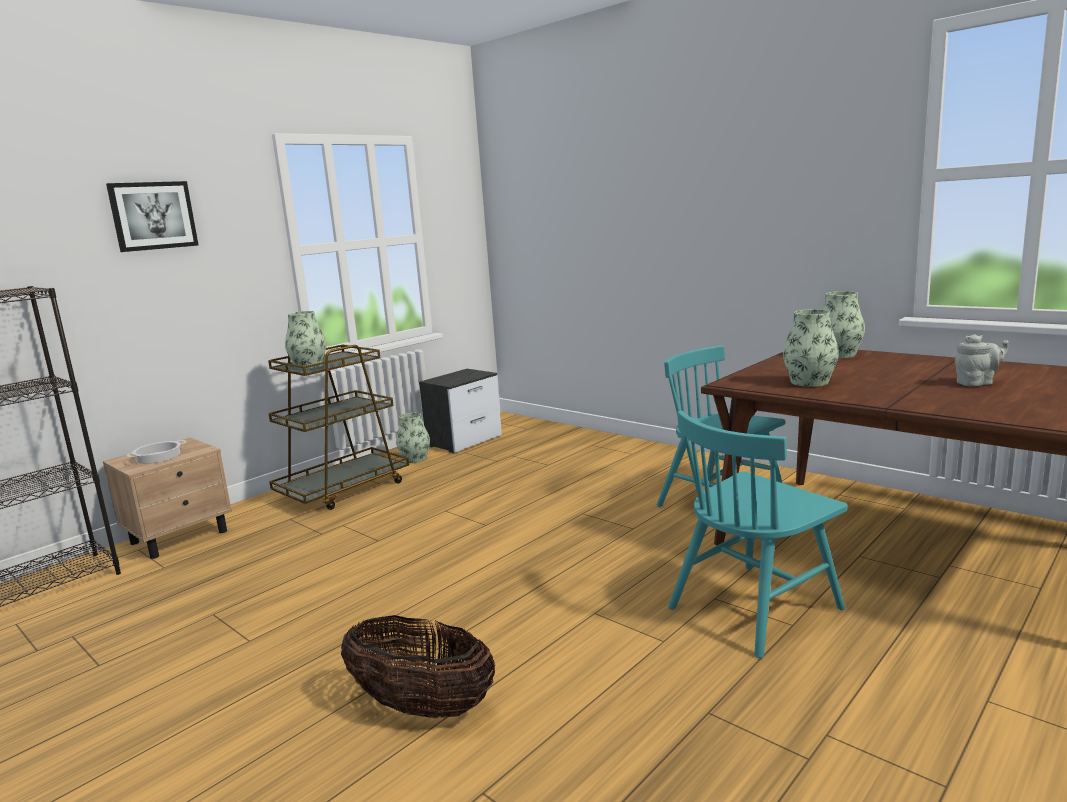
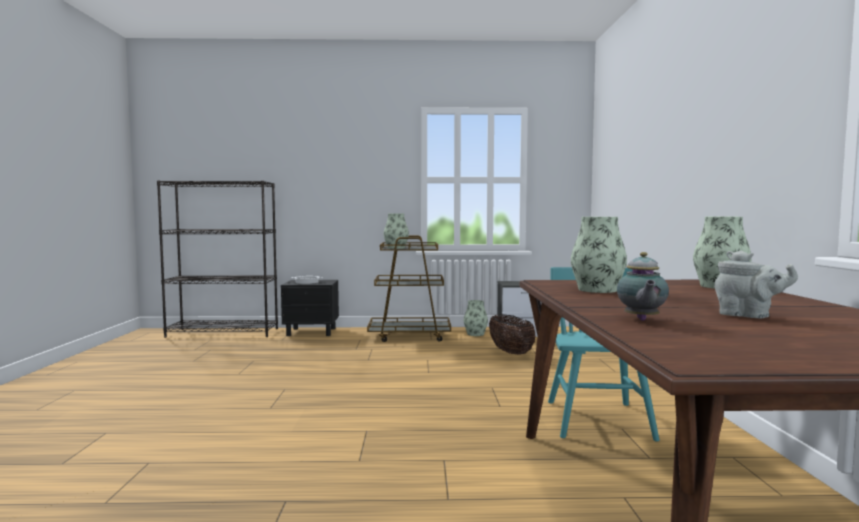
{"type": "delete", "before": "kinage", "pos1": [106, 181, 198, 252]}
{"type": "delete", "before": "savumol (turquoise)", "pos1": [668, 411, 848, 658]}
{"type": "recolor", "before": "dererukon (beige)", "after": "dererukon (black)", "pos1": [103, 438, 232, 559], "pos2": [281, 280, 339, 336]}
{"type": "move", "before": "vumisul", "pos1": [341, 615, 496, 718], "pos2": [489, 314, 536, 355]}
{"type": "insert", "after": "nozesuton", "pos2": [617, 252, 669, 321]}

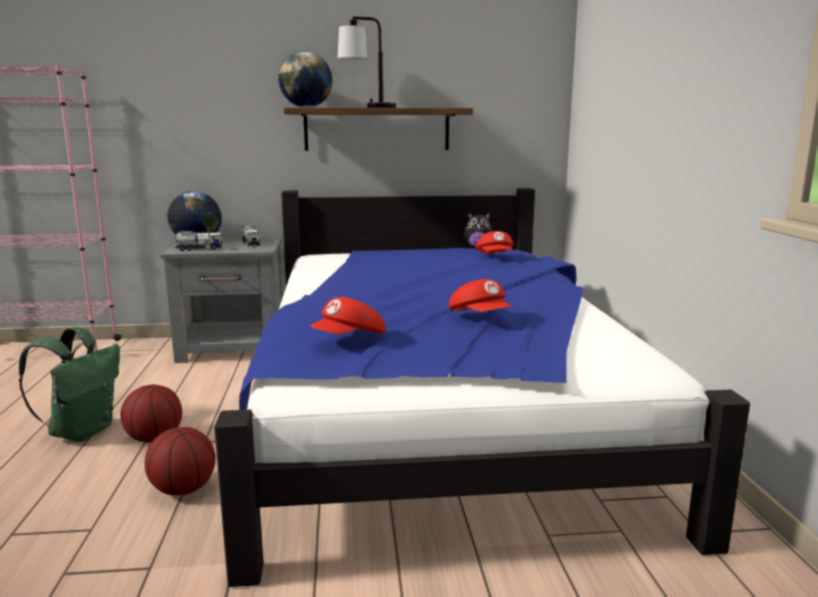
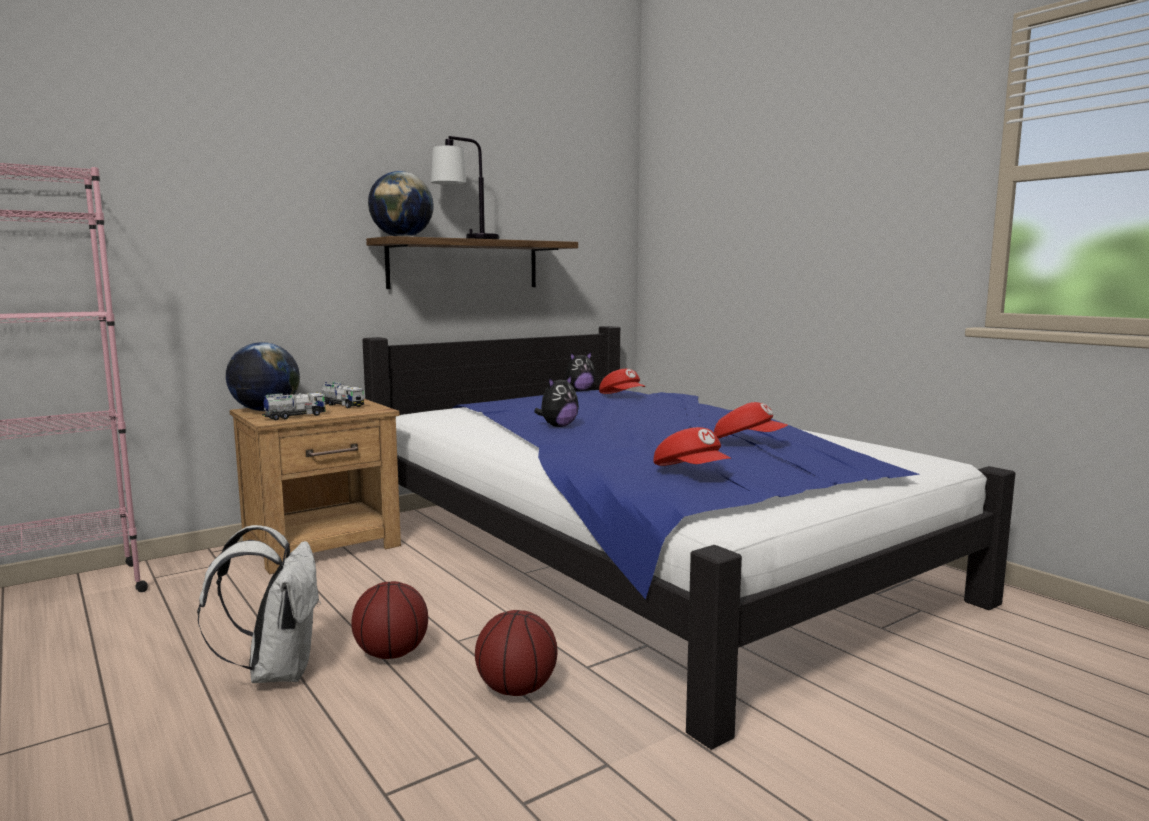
{"type": "recolor", "before": "dererukon (grey)", "after": "dererukon (brown)", "pos1": [160, 238, 283, 363], "pos2": [230, 399, 401, 574]}
{"type": "rotate", "before": "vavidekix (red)", "pos1": [310, 297, 385, 334], "pos2": [653, 427, 731, 466], "turn": -45}
{"type": "recolor", "before": "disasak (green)", "after": "disasak (white)", "pos1": [19, 327, 120, 442], "pos2": [197, 525, 321, 683]}
{"type": "insert", "after": "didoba", "pos2": [534, 375, 579, 427]}

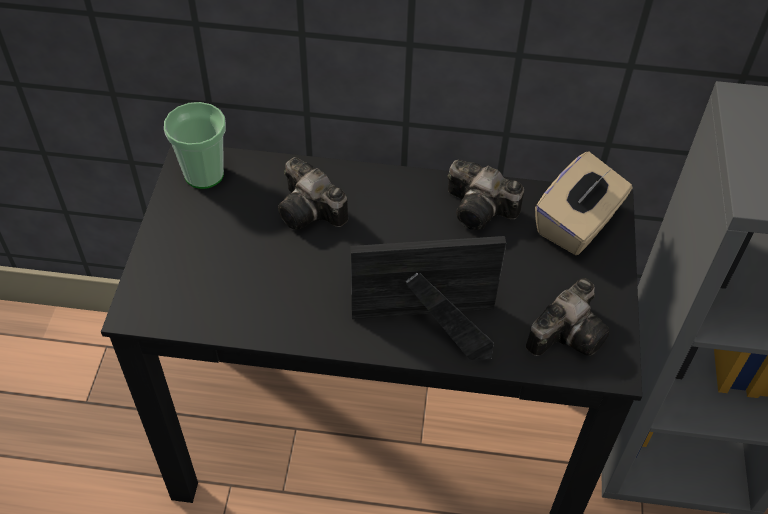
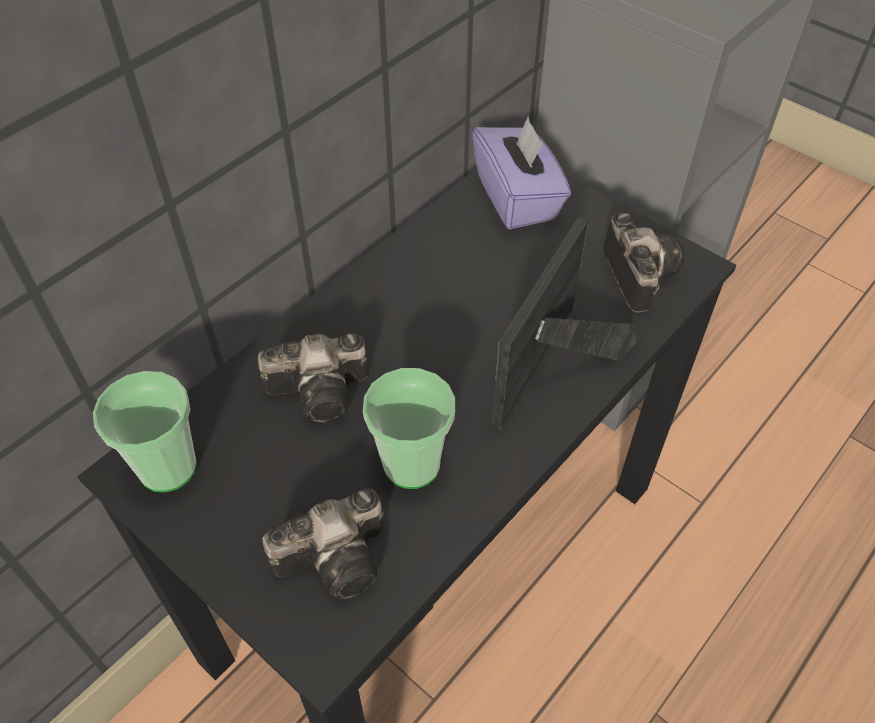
{"type": "recolor", "before": "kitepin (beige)", "after": "kitepin (purple)", "pos1": [535, 152, 633, 255], "pos2": [472, 116, 571, 229]}
{"type": "move", "before": "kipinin", "pos1": [447, 160, 524, 230], "pos2": [262, 489, 384, 599]}
{"type": "insert", "after": "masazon", "pos2": [363, 368, 455, 489]}

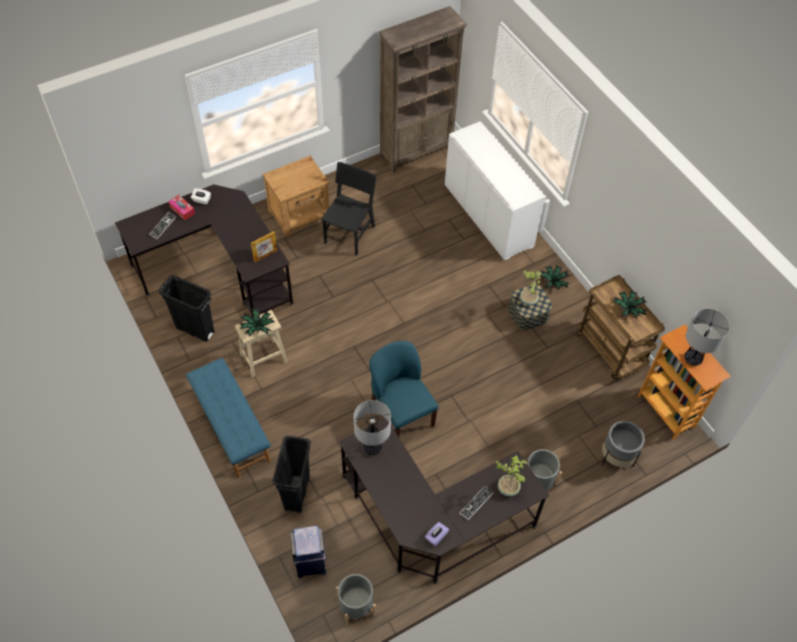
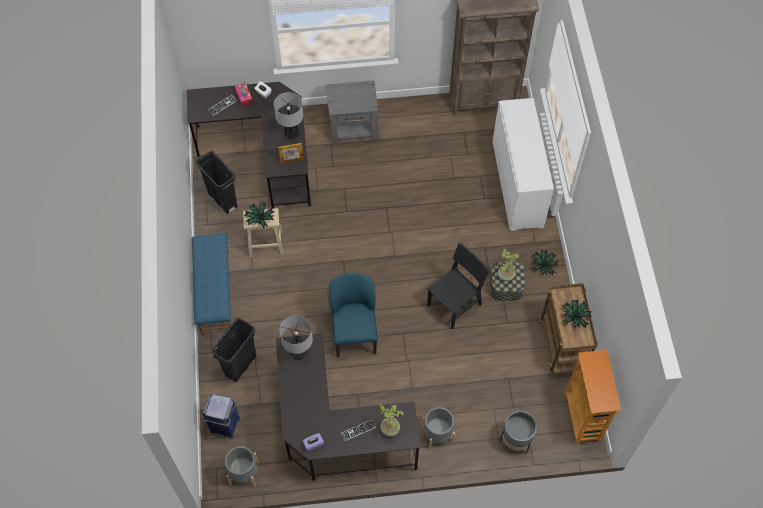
{"type": "recolor", "before": "dererukon (brown)", "after": "dererukon (grey)", "pos1": [262, 156, 329, 237], "pos2": [326, 80, 379, 144]}
{"type": "move", "before": "savumol (black)", "pos1": [321, 162, 377, 256], "pos2": [427, 243, 490, 329]}
{"type": "move", "before": "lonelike", "pos1": [684, 309, 730, 366], "pos2": [274, 92, 303, 139]}

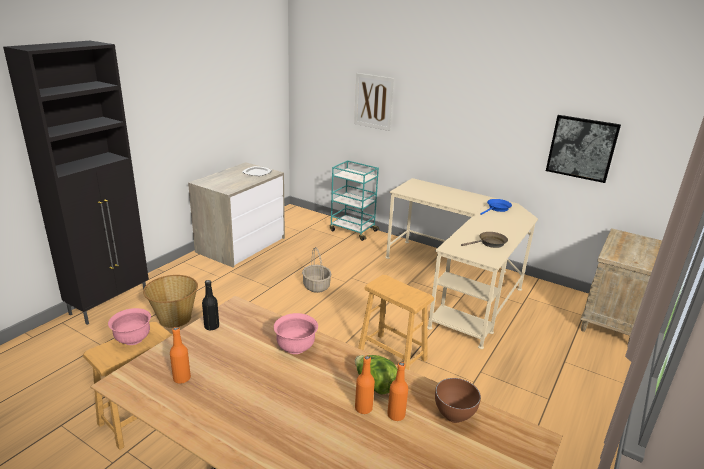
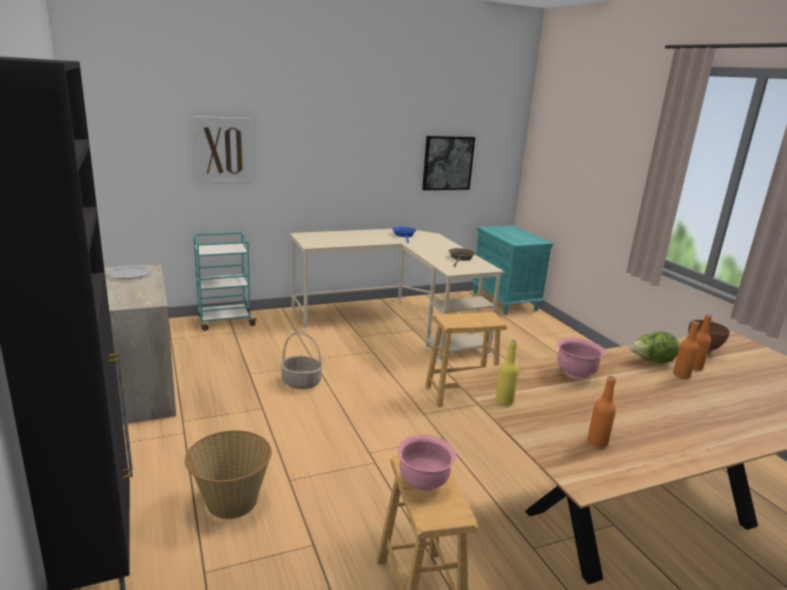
{"type": "recolor", "before": "dererukon (beige)", "after": "dererukon (turquoise)", "pos1": [580, 228, 662, 343], "pos2": [471, 226, 553, 315]}
{"type": "recolor", "before": "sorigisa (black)", "after": "sorigisa (yellow)", "pos1": [202, 280, 219, 331], "pos2": [495, 340, 519, 405]}

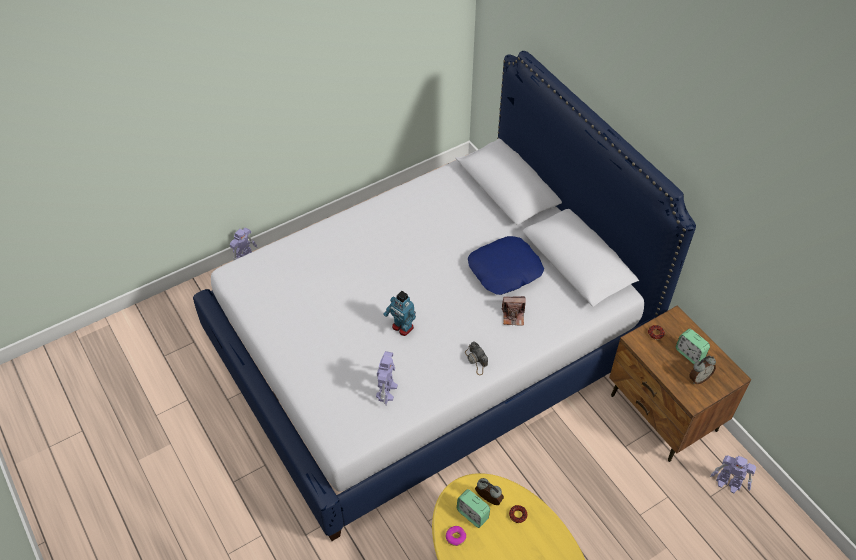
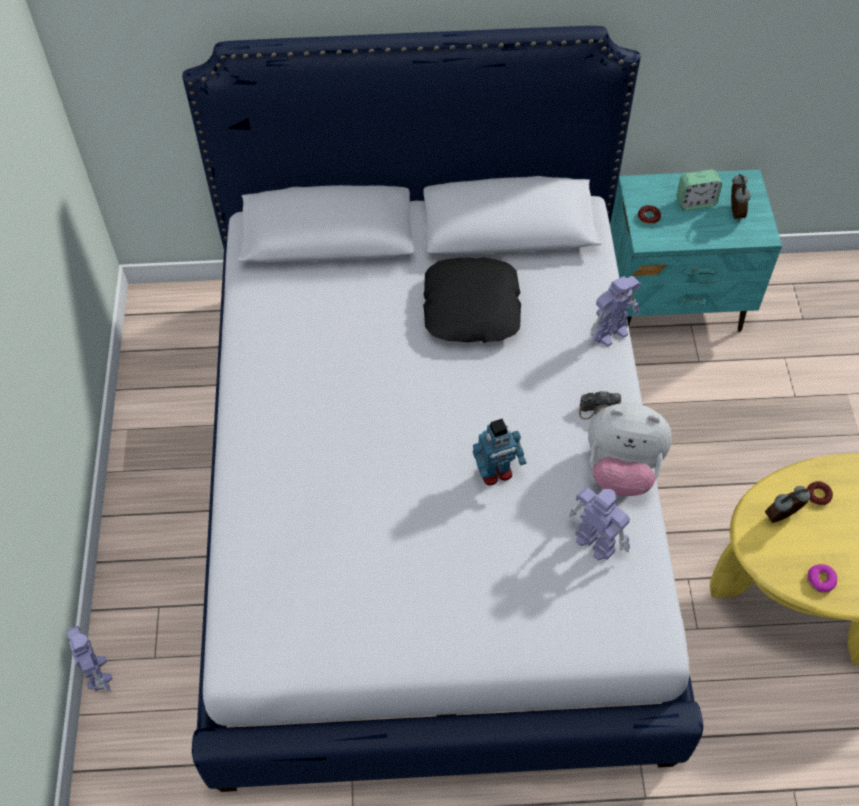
{"type": "recolor", "before": "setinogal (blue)", "after": "setinogal (black)", "pos1": [468, 236, 544, 295], "pos2": [423, 258, 521, 343]}
{"type": "delete", "before": "kipinin", "pos1": [501, 296, 525, 326]}
{"type": "recolor", "before": "dererukon (brown)", "after": "dererukon (turquoise)", "pos1": [609, 305, 751, 462], "pos2": [610, 169, 782, 332]}
{"type": "move", "before": "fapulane", "pos1": [710, 456, 756, 493], "pos2": [591, 276, 641, 347]}
{"type": "delete", "before": "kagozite", "pos1": [457, 489, 490, 528]}
{"type": "insert", "after": "didoba", "pos2": [588, 403, 672, 496]}

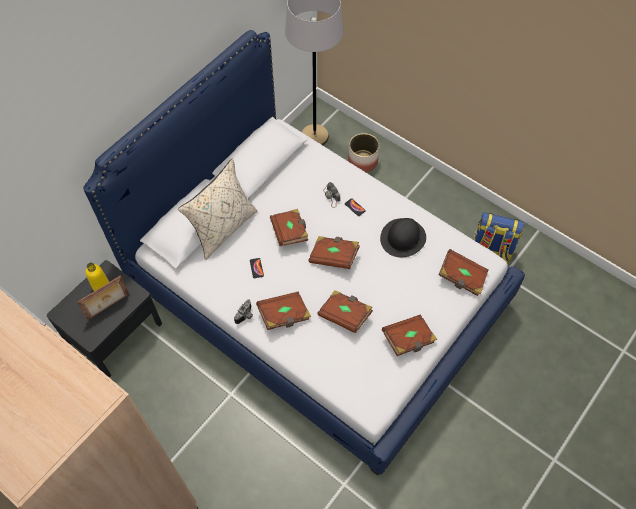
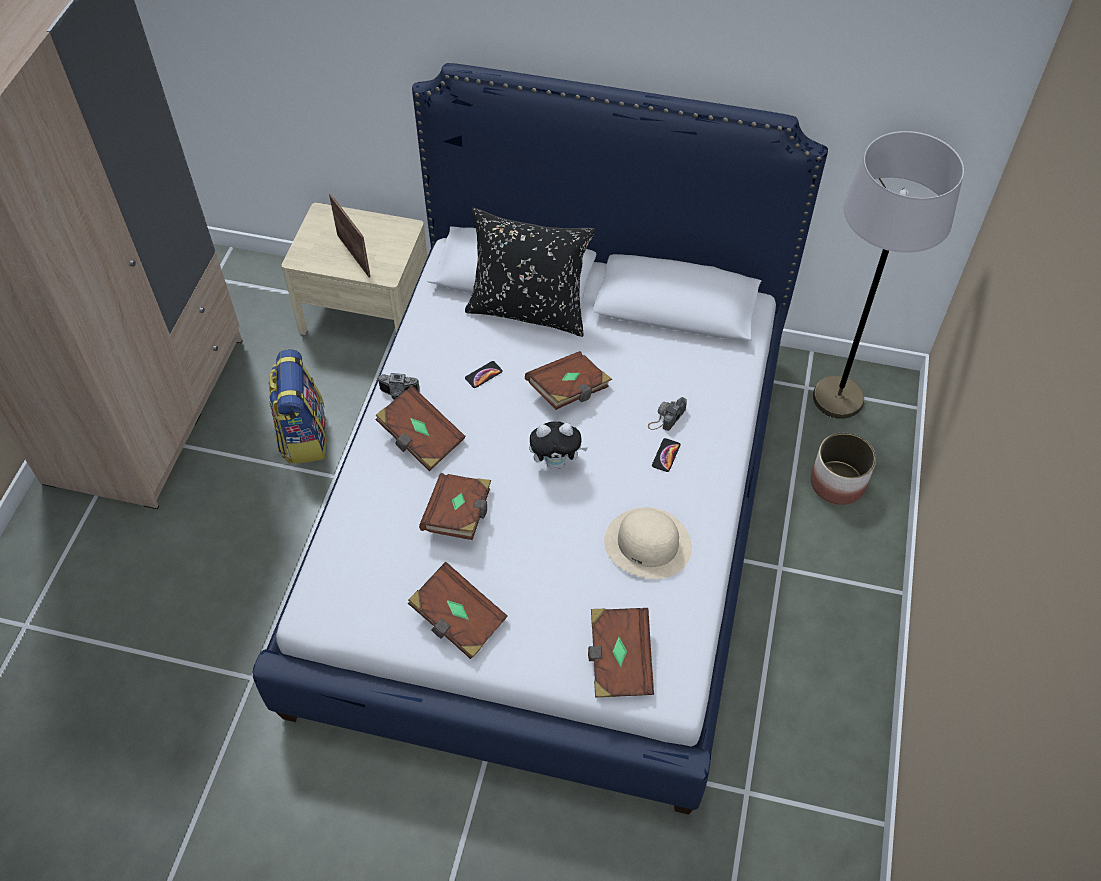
{"type": "recolor", "before": "setinogal (beige)", "after": "setinogal (black)", "pos1": [178, 159, 258, 260], "pos2": [465, 208, 595, 337]}
{"type": "move", "before": "disasak", "pos1": [473, 212, 525, 264], "pos2": [269, 349, 327, 464]}
{"type": "recolor", "before": "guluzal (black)", "after": "guluzal (beige)", "pos1": [380, 218, 426, 257], "pos2": [604, 507, 692, 579]}
{"type": "replace", "before": "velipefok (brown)", "after": "didoba", "pos1": [309, 236, 360, 269], "pos2": [529, 421, 588, 469]}
{"type": "recolor", "before": "dererukon (black)", "after": "dererukon (beige)", "pos1": [47, 260, 162, 377], "pos2": [282, 203, 428, 335]}
{"type": "delete", "before": "sorigisa (yellow)", "pos1": [86, 263, 109, 291]}
{"type": "rotate", "before": "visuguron", "pos1": [77, 275, 129, 320], "pos2": [329, 194, 370, 278], "turn": -150}

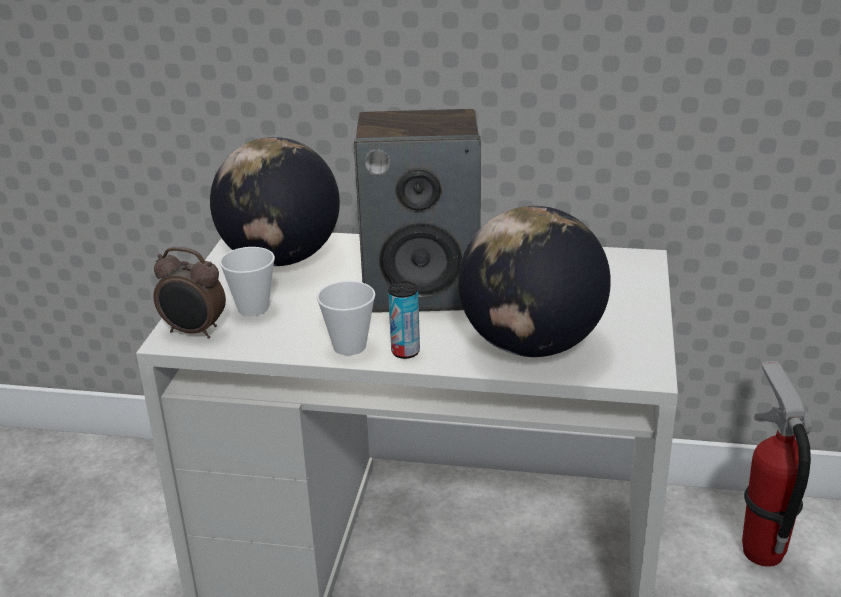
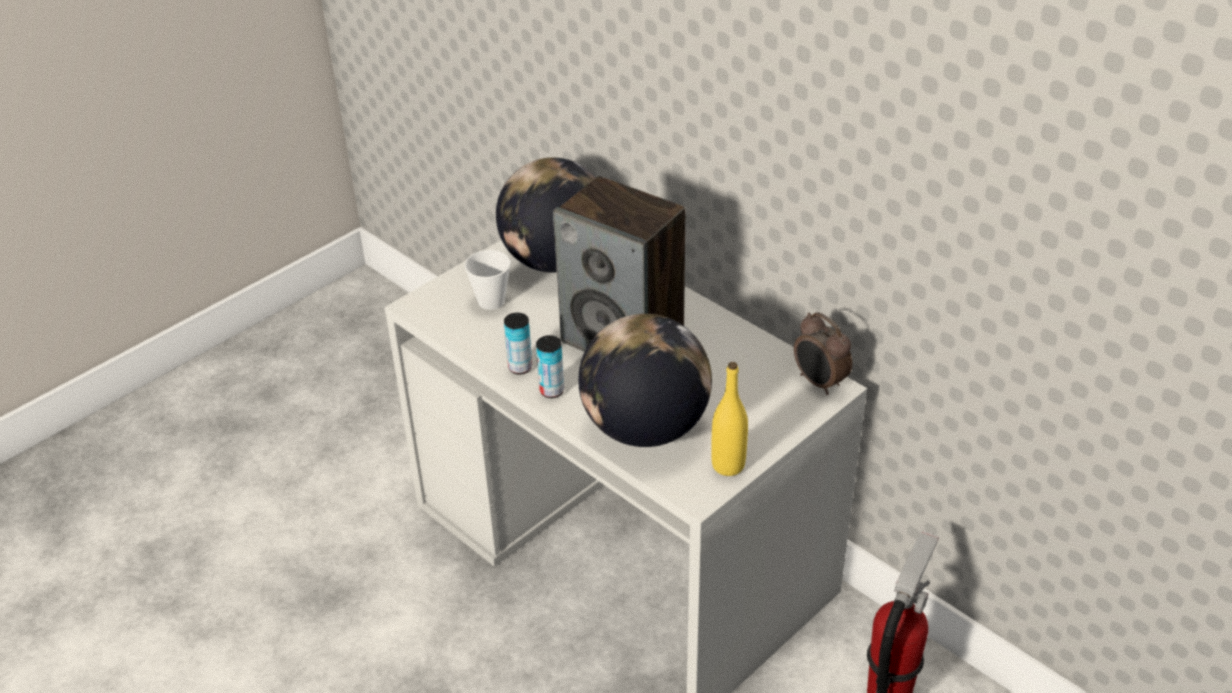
{"type": "move", "before": "kagozite", "pos1": [153, 247, 226, 339], "pos2": [794, 312, 852, 395]}
{"type": "replace", "before": "masazon", "after": "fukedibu", "pos1": [317, 281, 376, 356], "pos2": [504, 313, 532, 374]}
{"type": "insert", "after": "sorigisa (yellow)", "pos2": [711, 362, 748, 476]}

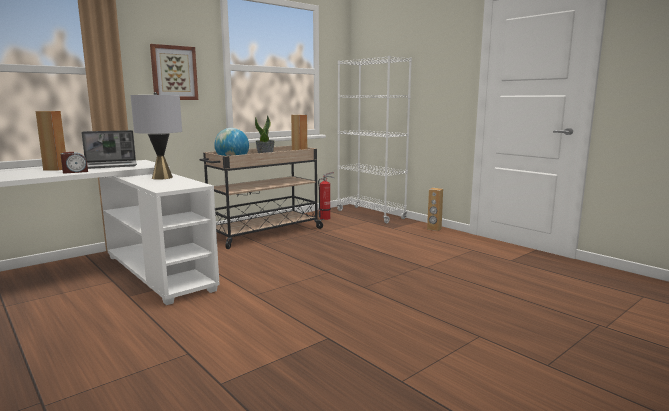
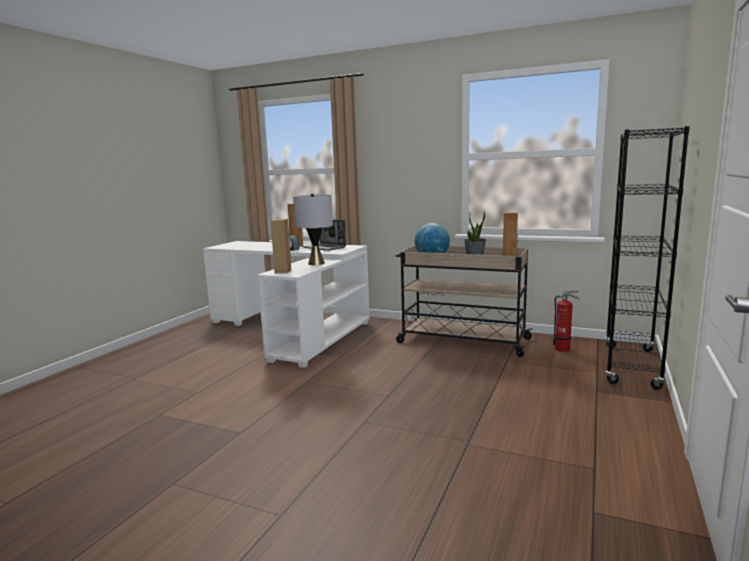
{"type": "delete", "before": "kinage", "pos1": [150, 44, 198, 100]}
{"type": "recolor", "before": "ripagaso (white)", "after": "ripagaso (black)", "pos1": [337, 56, 412, 223], "pos2": [605, 126, 690, 390]}
{"type": "move", "before": "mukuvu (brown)", "pos1": [427, 188, 443, 231], "pos2": [271, 219, 291, 273]}

